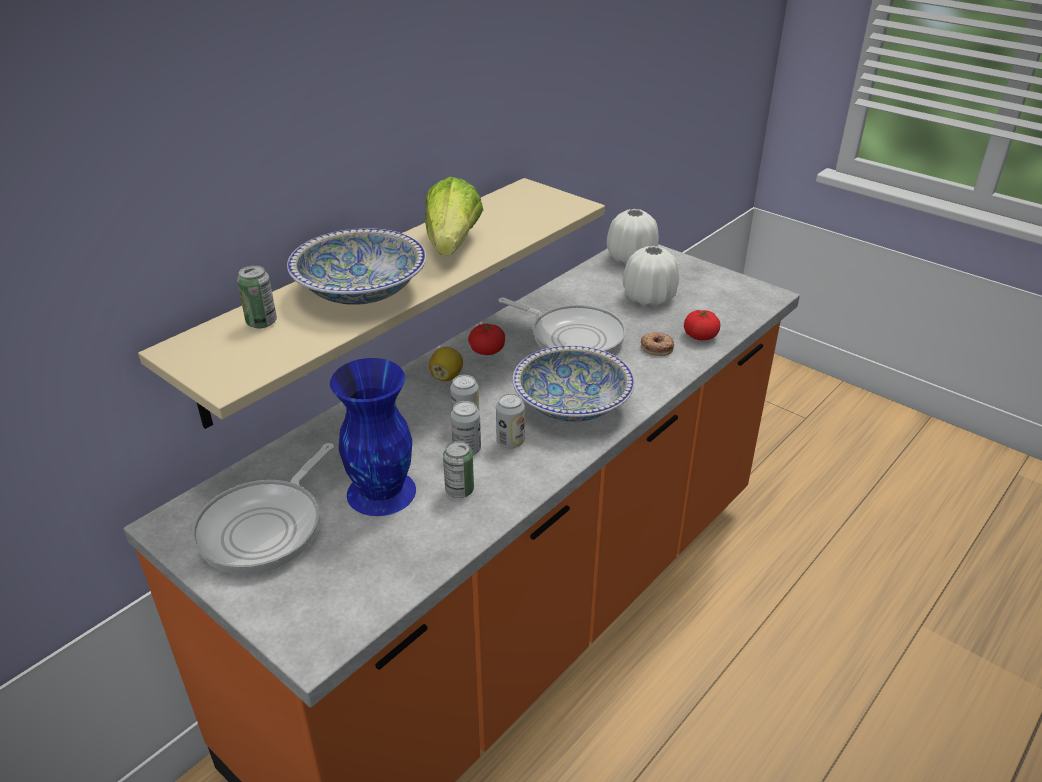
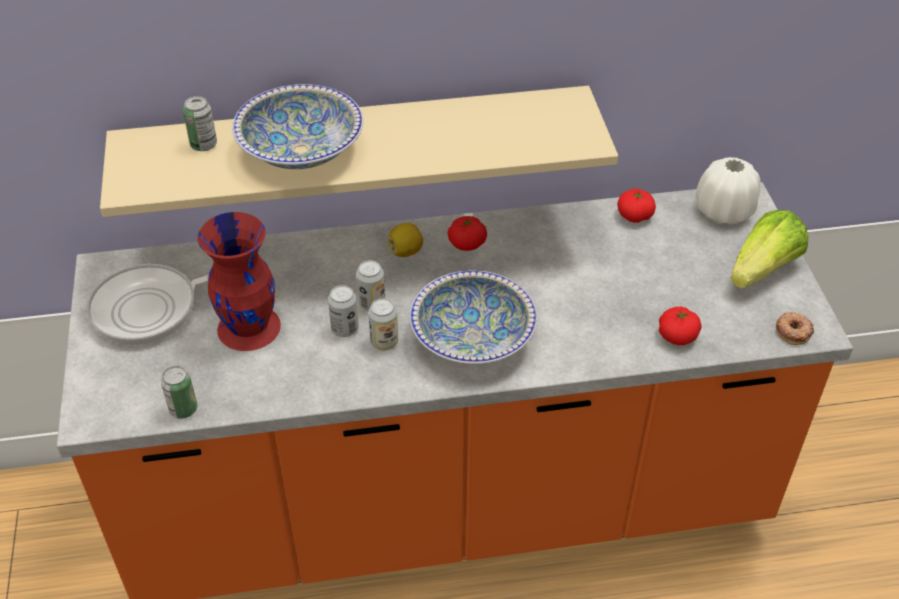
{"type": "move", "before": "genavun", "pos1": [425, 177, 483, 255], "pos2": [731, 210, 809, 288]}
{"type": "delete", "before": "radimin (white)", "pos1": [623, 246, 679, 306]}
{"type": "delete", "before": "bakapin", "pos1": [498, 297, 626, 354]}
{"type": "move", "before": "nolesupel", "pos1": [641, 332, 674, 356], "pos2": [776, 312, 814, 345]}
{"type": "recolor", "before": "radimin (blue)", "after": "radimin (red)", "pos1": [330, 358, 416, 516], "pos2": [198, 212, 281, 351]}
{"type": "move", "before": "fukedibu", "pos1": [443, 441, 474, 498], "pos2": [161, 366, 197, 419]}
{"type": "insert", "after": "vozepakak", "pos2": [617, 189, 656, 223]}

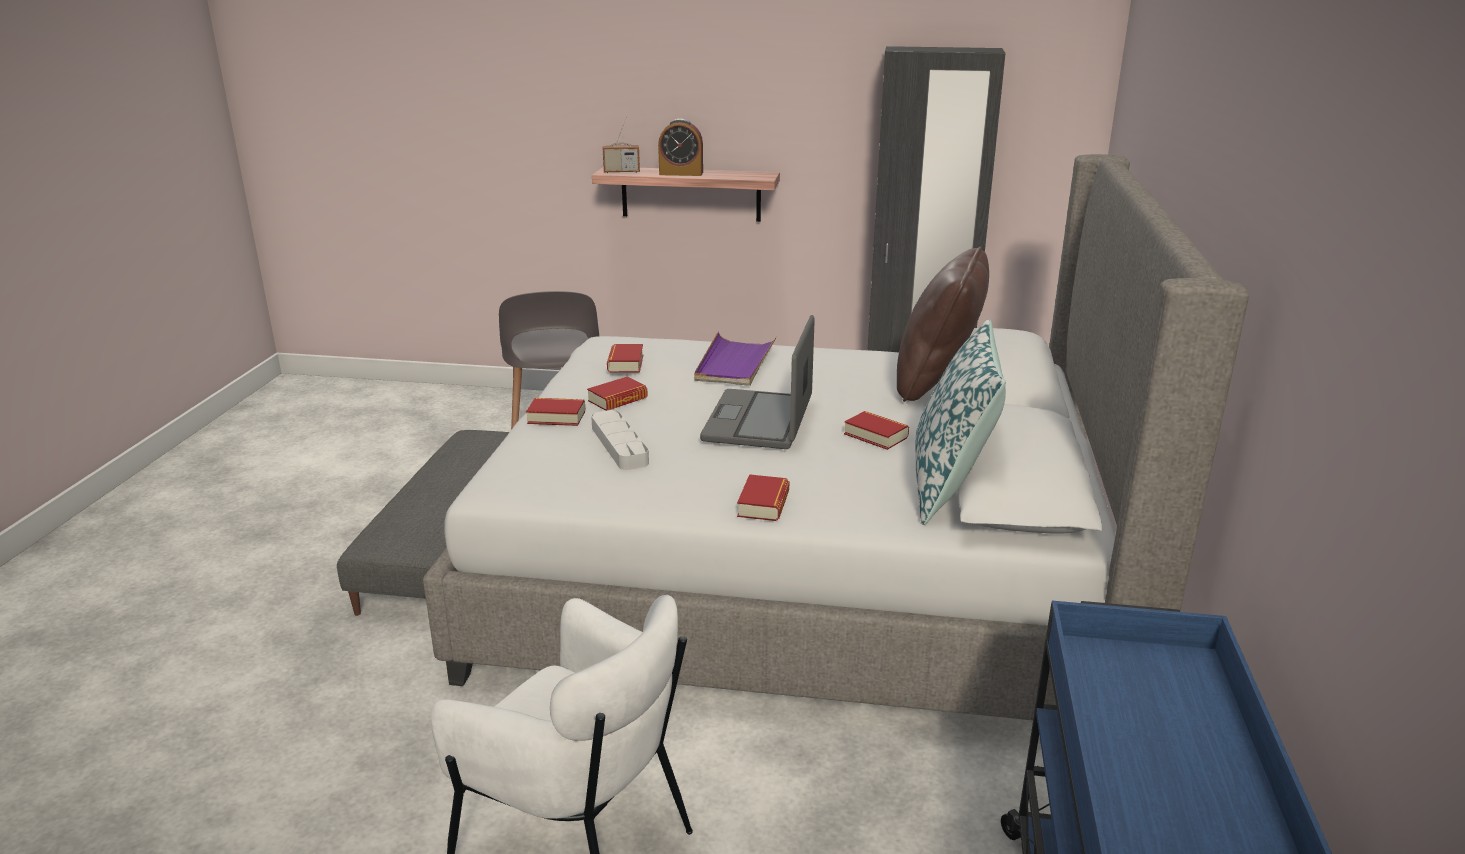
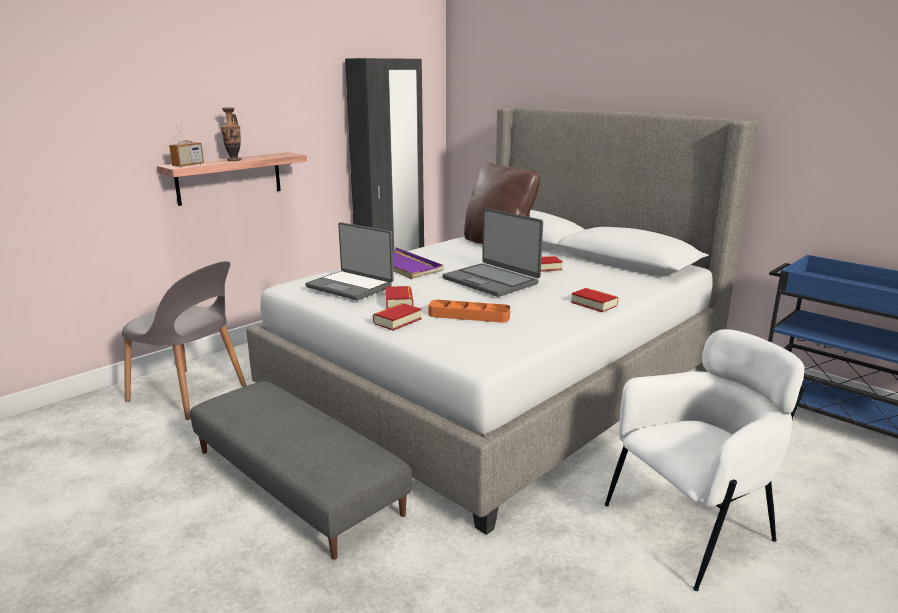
{"type": "replace", "before": "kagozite", "after": "radimin", "pos1": [658, 119, 703, 176], "pos2": [221, 108, 242, 161]}
{"type": "delete", "before": "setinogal", "pos1": [915, 319, 1006, 525]}
{"type": "replace", "before": "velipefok", "after": "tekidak", "pos1": [607, 344, 643, 372], "pos2": [305, 222, 393, 300]}
{"type": "recolor", "before": "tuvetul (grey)", "after": "tuvetul (orange)", "pos1": [591, 410, 649, 470], "pos2": [428, 300, 510, 323]}

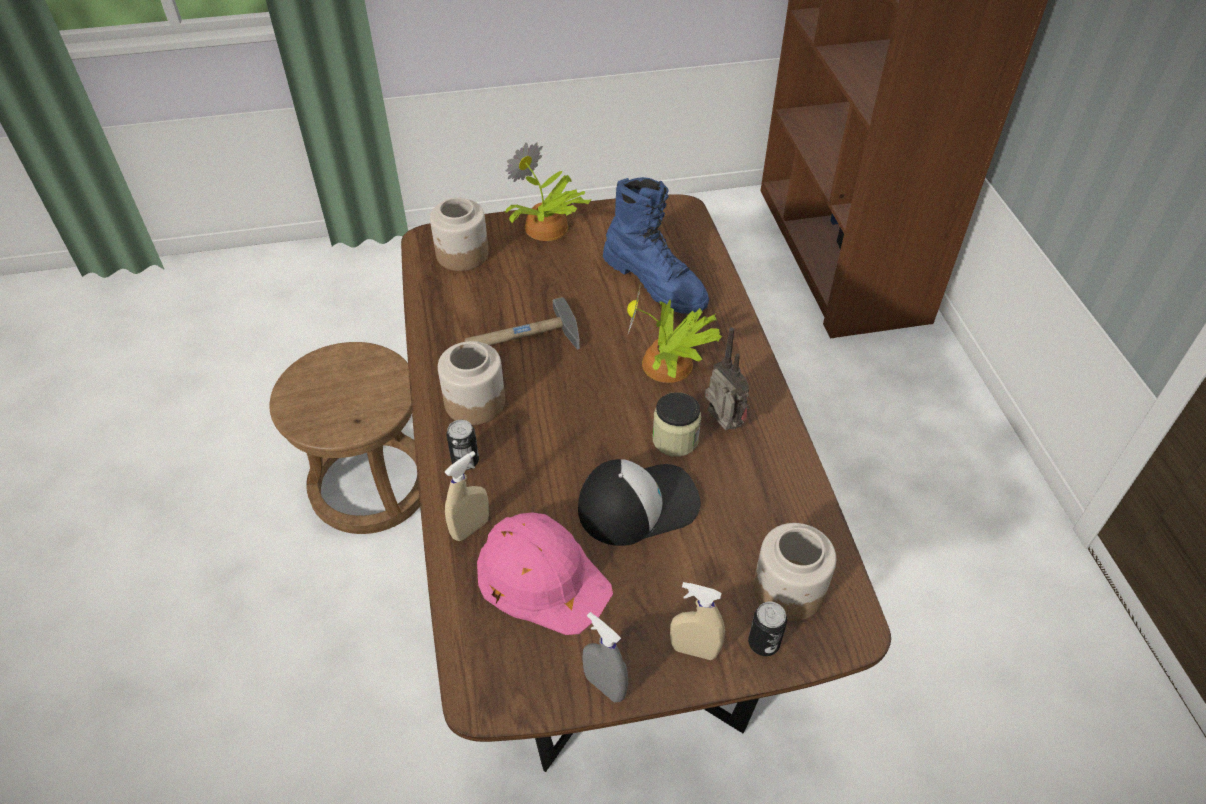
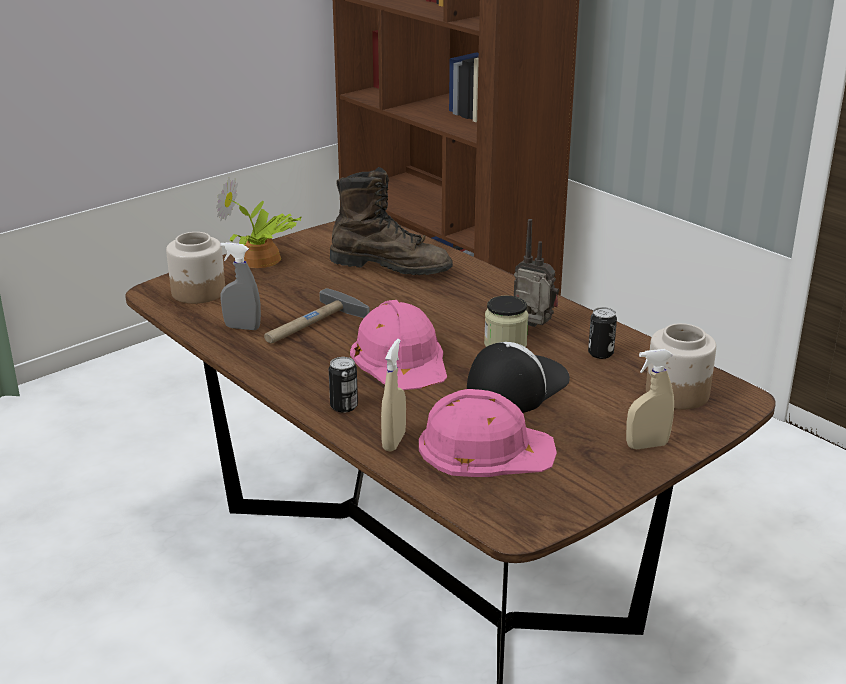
{"type": "recolor", "before": "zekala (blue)", "after": "zekala (brown)", "pos1": [603, 177, 709, 314], "pos2": [330, 167, 453, 275]}
{"type": "delete", "before": "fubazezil", "pos1": [627, 285, 722, 383]}
{"type": "delete", "before": "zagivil", "pos1": [438, 341, 505, 425]}
{"type": "delete", "before": "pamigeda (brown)", "pos1": [269, 342, 420, 534]}
{"type": "move", "before": "fukedibu", "pos1": [748, 601, 787, 656], "pos2": [588, 307, 617, 359]}
{"type": "move", "before": "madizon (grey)", "pos1": [583, 612, 628, 702], "pos2": [220, 242, 261, 330]}
{"type": "insert", "after": "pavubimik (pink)", "pos2": [350, 300, 447, 390]}

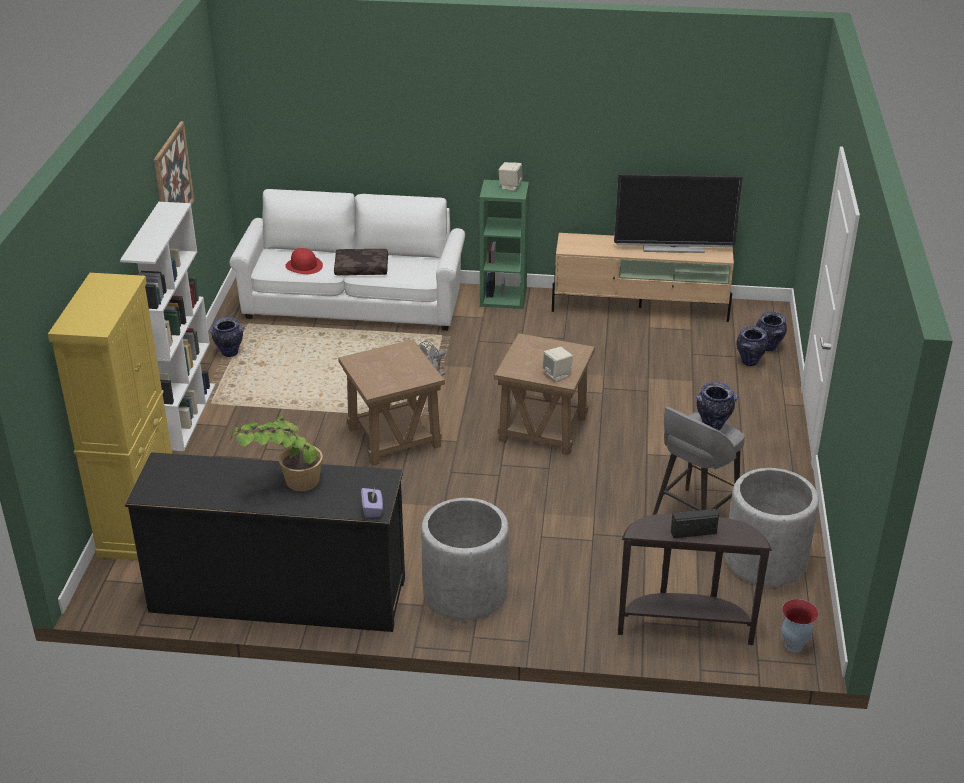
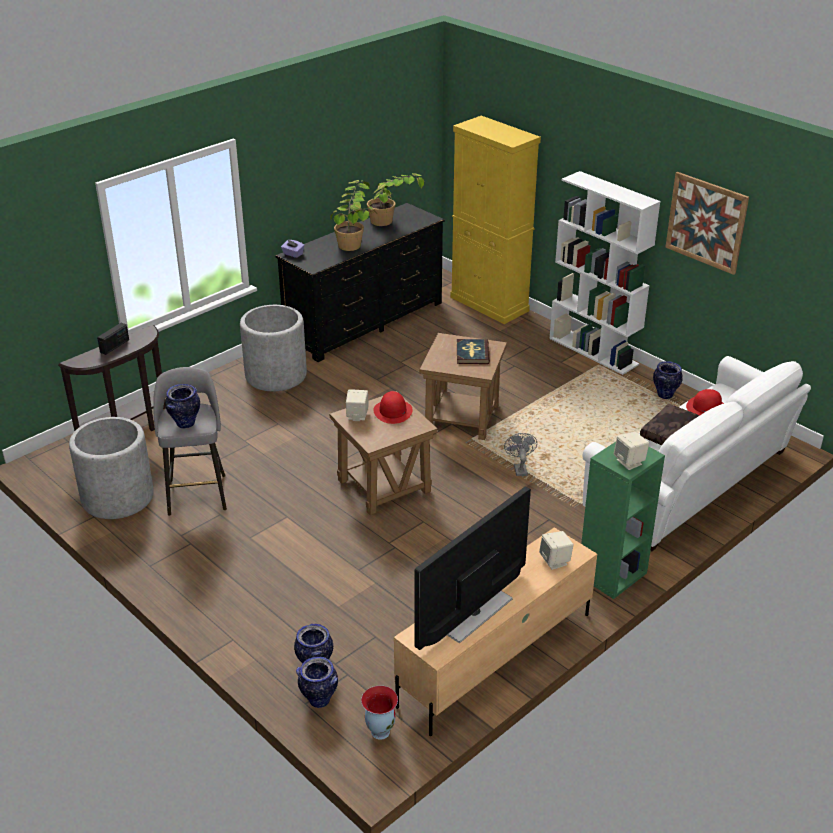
{"type": "move", "before": "radimin", "pos1": [782, 599, 819, 652], "pos2": [361, 686, 398, 740]}
{"type": "insert", "after": "fubazezil", "pos2": [367, 173, 424, 226]}
{"type": "insert", "after": "velipefok", "pos2": [457, 339, 490, 364]}
{"type": "insert", "after": "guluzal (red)", "pos2": [373, 391, 413, 424]}
{"type": "insert", "after": "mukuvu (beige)", "pos2": [539, 531, 574, 570]}

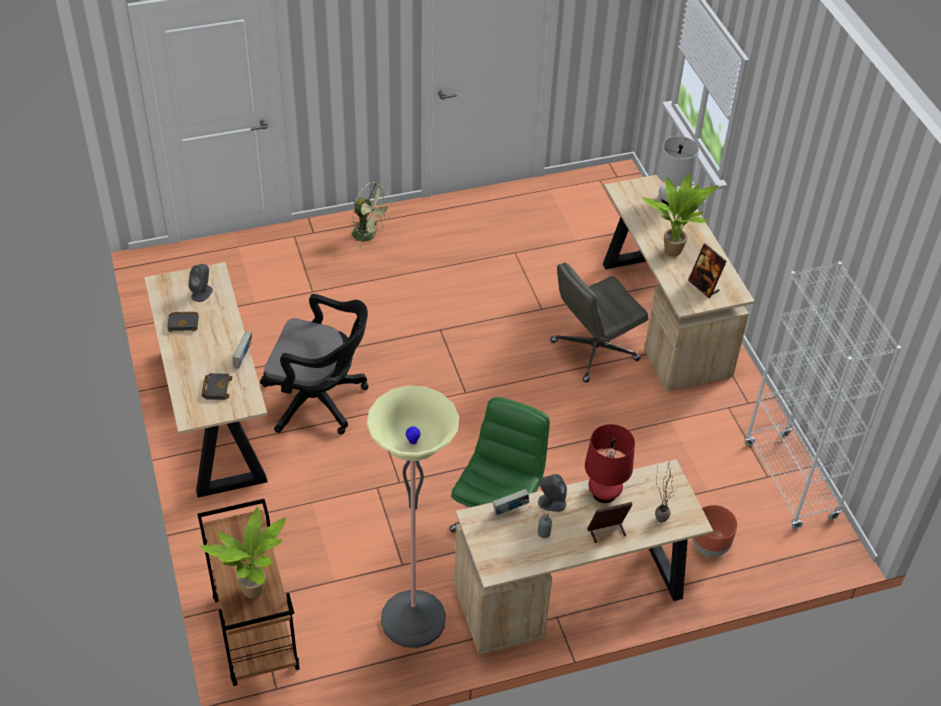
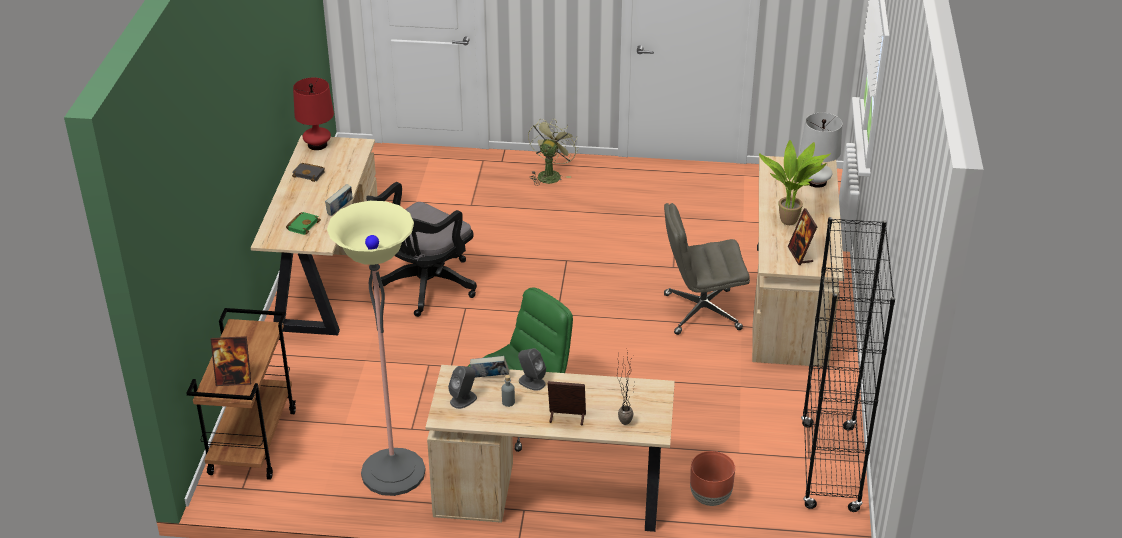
{"type": "rotate", "before": "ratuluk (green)", "pos1": [351, 182, 392, 249], "pos2": [528, 118, 579, 186], "turn": -120}
{"type": "recolor", "before": "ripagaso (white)", "after": "ripagaso (black)", "pos1": [745, 261, 901, 529], "pos2": [801, 217, 895, 512]}
{"type": "move", "before": "mukuvu (grey)", "pos1": [188, 264, 213, 302], "pos2": [448, 366, 477, 409]}
{"type": "rotate", "before": "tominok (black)", "pos1": [260, 294, 369, 435], "pos2": [366, 182, 477, 317], "turn": 90}
{"type": "recolor", "before": "velipefok (black)", "after": "velipefok (green)", "pos1": [202, 373, 233, 400], "pos2": [286, 212, 321, 235]}
{"type": "move", "before": "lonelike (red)", "pos1": [585, 424, 635, 503], "pos2": [293, 78, 334, 150]}
{"type": "replace", "before": "fubazezil", "after": "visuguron", "pos1": [200, 507, 286, 599], "pos2": [211, 336, 251, 386]}

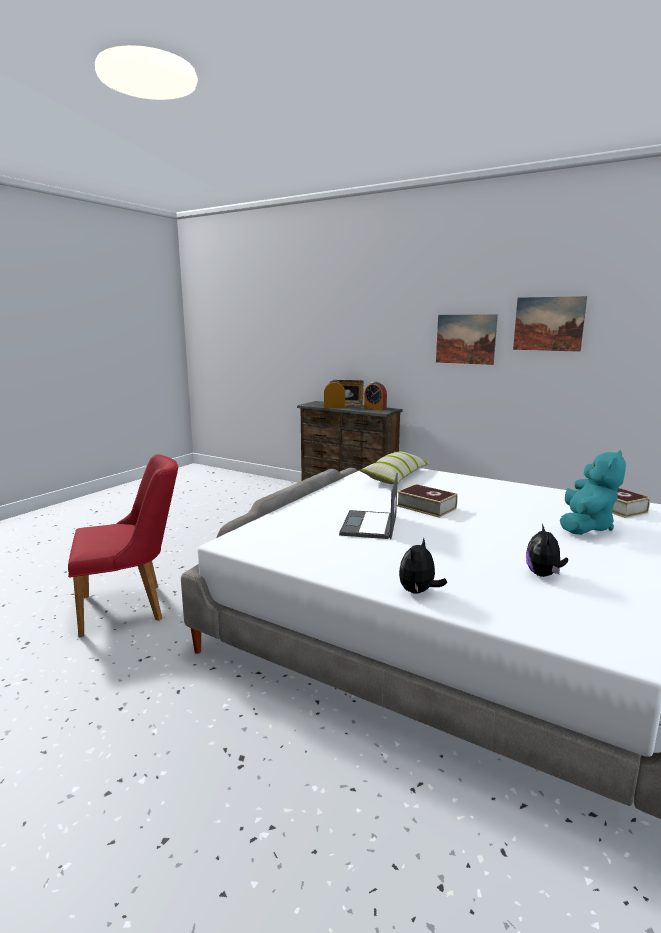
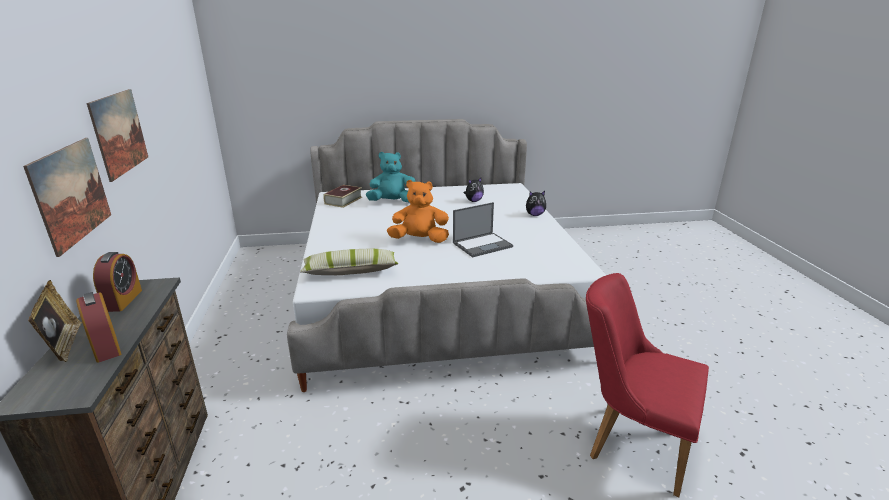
{"type": "move", "before": "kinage", "pos1": [513, 296, 587, 352], "pos2": [23, 138, 111, 257]}
{"type": "replace", "before": "velipefok", "after": "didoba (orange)", "pos1": [397, 484, 458, 518], "pos2": [387, 180, 449, 243]}

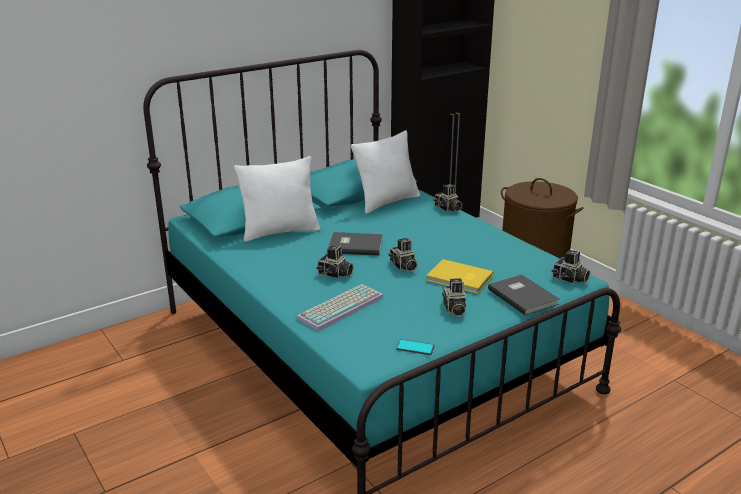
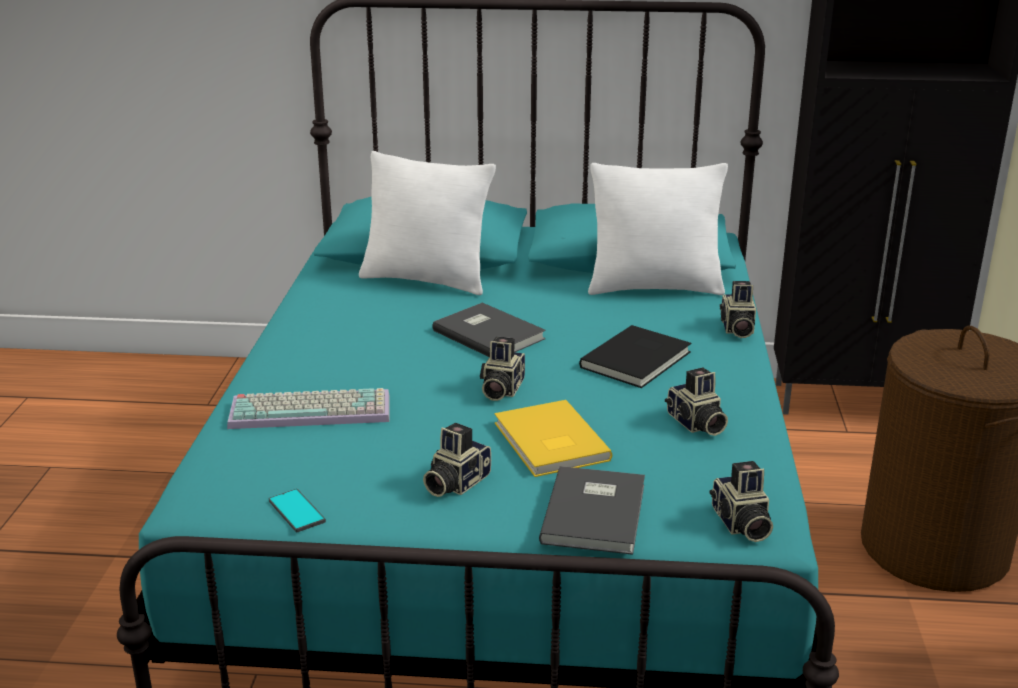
{"type": "move", "before": "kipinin", "pos1": [316, 245, 353, 279], "pos2": [665, 367, 728, 436]}
{"type": "insert", "after": "velipefok (black)", "pos2": [579, 325, 691, 388]}

